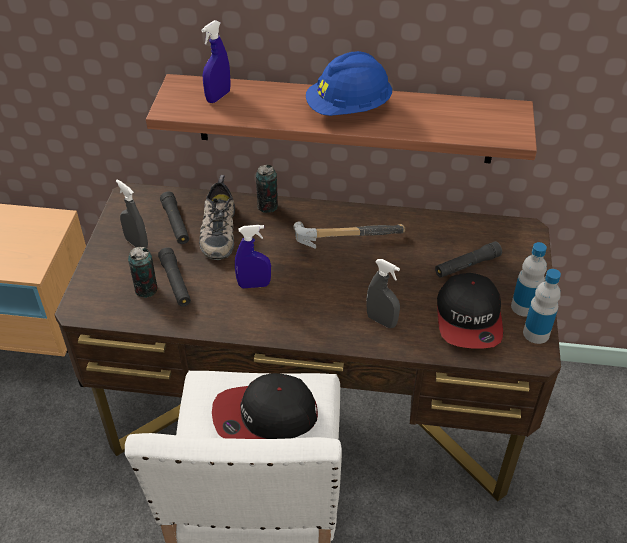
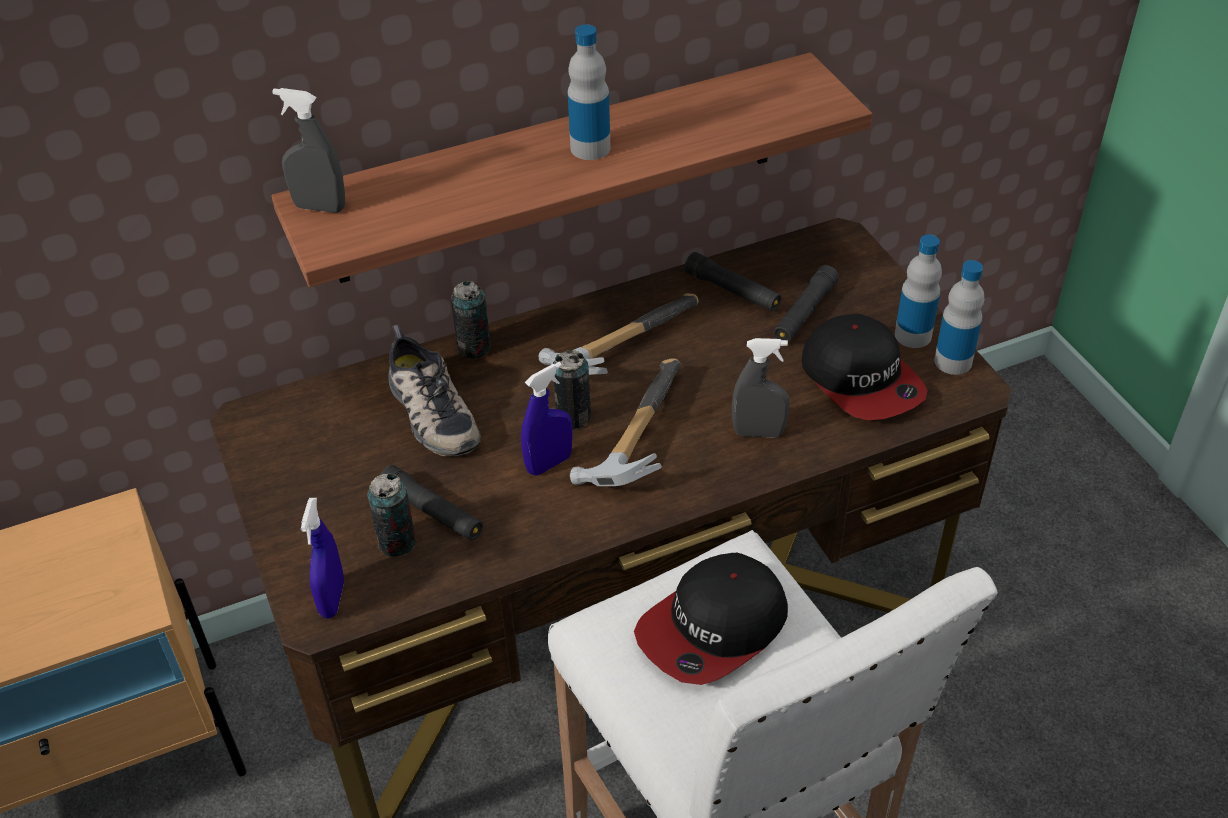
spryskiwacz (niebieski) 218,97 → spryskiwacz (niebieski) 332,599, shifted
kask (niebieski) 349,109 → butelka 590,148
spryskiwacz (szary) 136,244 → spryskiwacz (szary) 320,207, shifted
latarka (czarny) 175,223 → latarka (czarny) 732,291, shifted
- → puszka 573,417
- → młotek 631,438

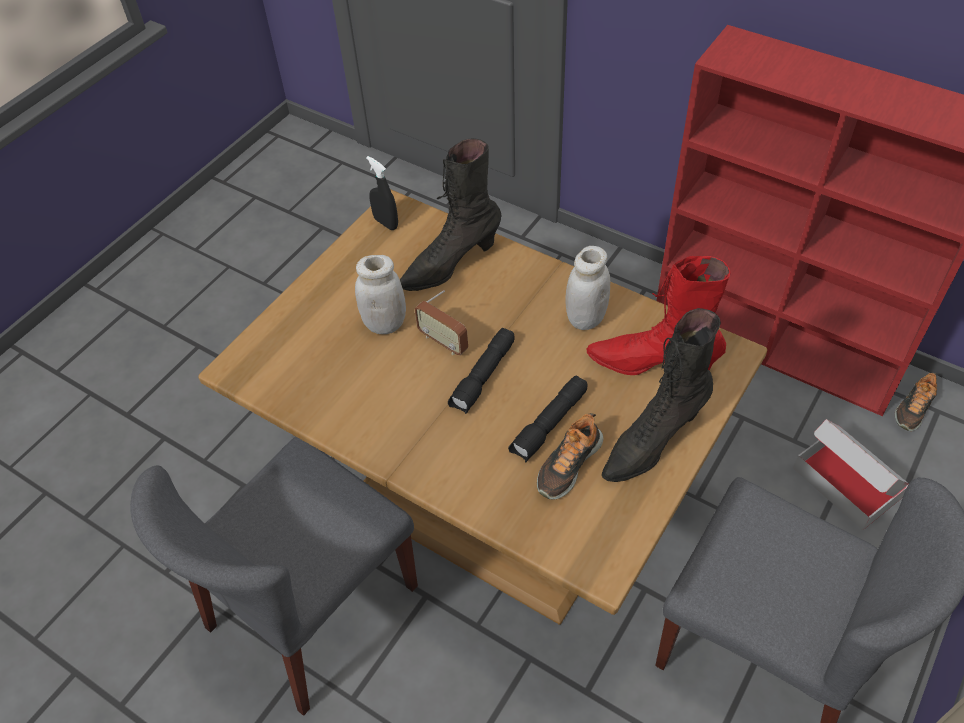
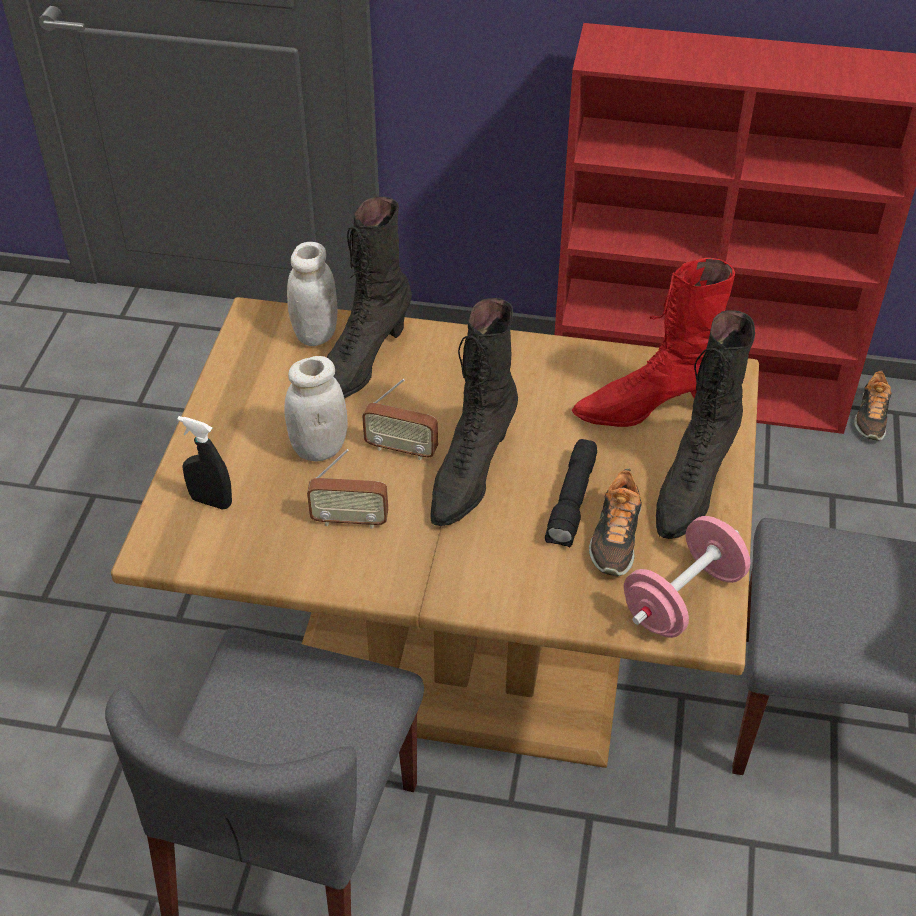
spryskiwacz (czarny) 386,223 → spryskiwacz (czarny) 211,501, shifted
słoik (biały) 585,318 → słoik (biały) 315,333, shifted
latarka (czarny) 484,377 → but z cholewką (czarny) 470,474
karton 847,482 → -
- → radio 350,520
- → hantel (różowy) 682,599

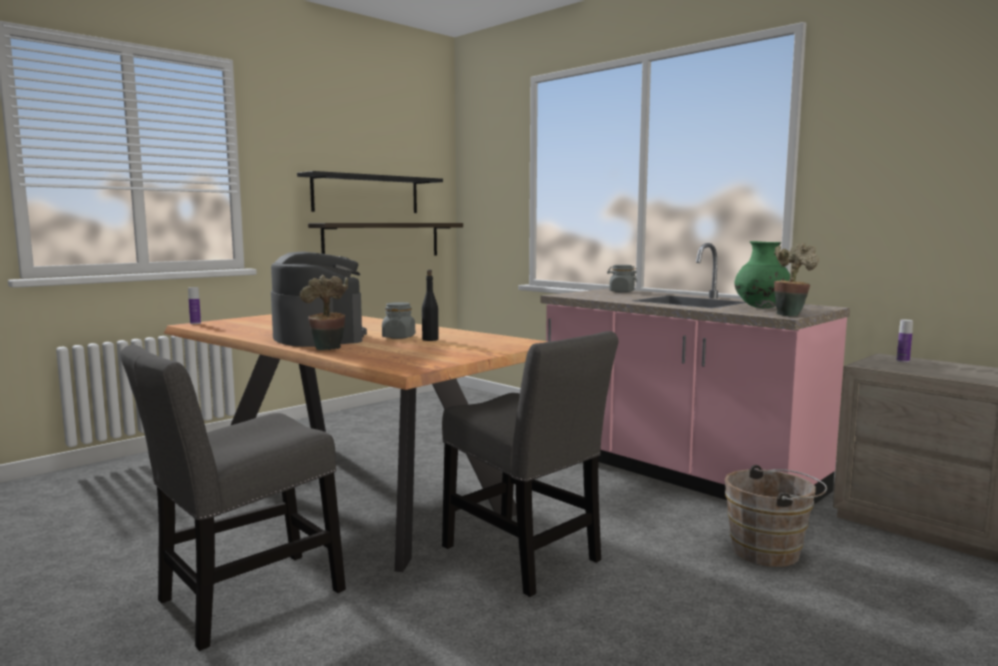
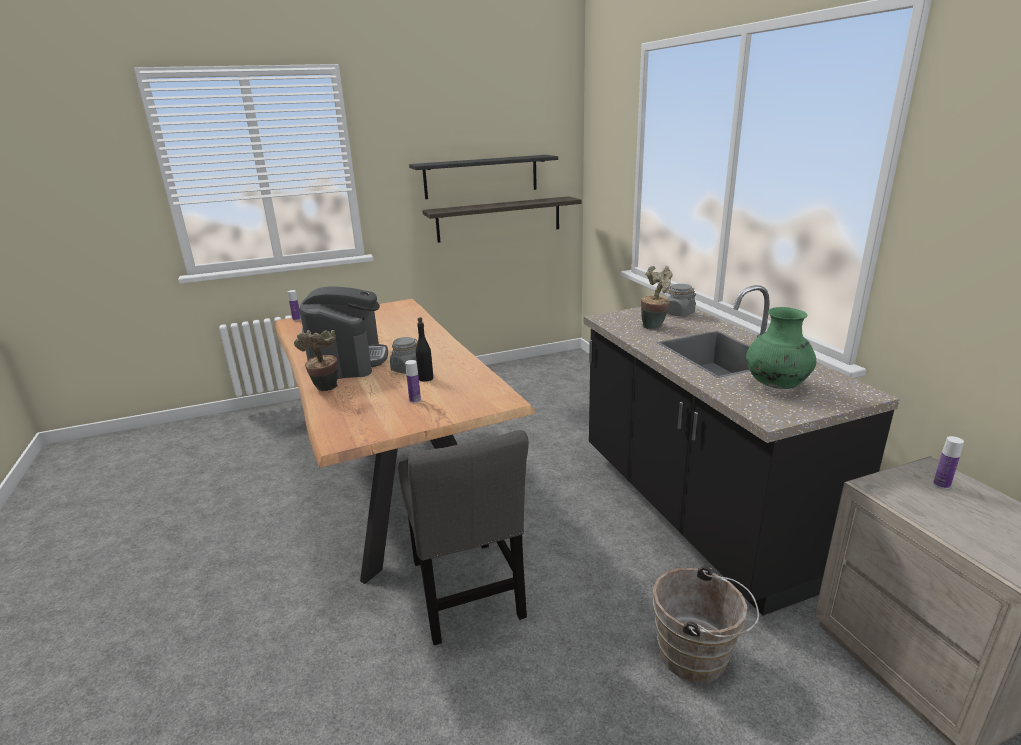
zabudowa kuchenna (różowy) 676,471 → zabudowa kuchenna (czarny) 695,511
roślina doniczkowa 790,314 → roślina doniczkowa 654,326, shifted
krzesło (szary) 243,600 → -
- → butelka 415,400

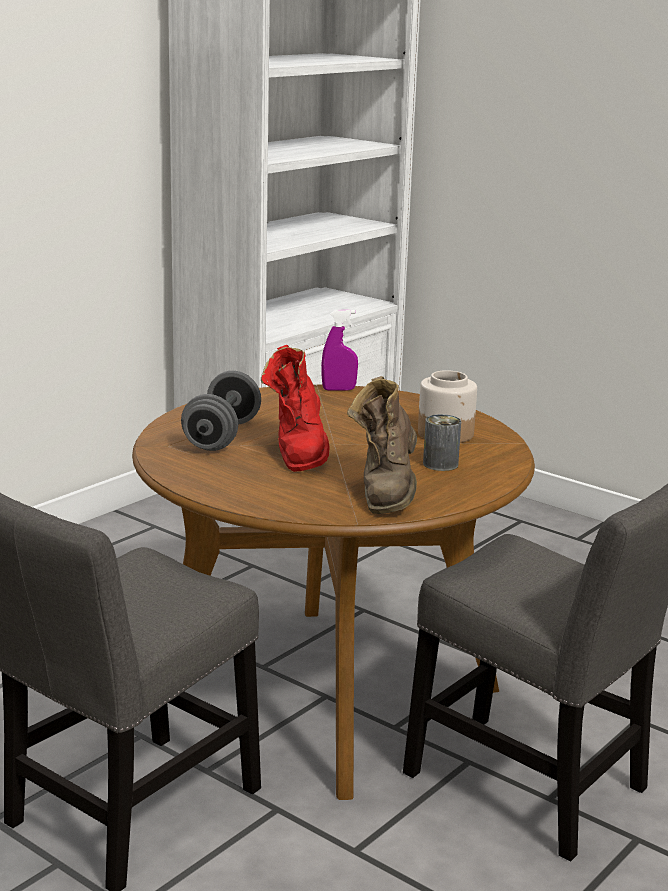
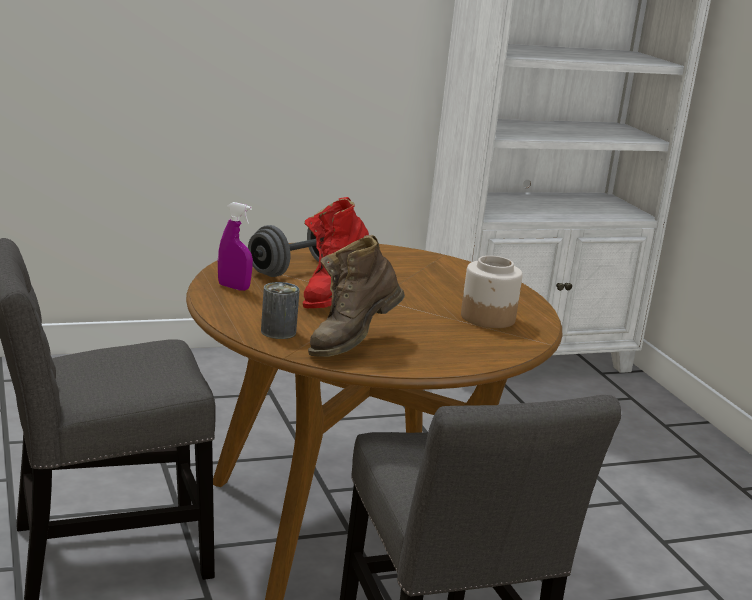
spryskiwacz (fioletowy) 339,389 → spryskiwacz (fioletowy) 233,287, shifted
puszka 440,464 → puszka 278,332, shifted

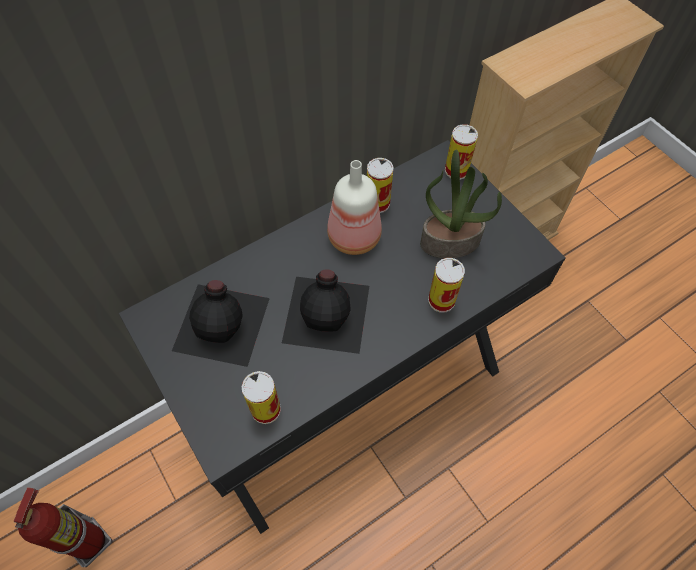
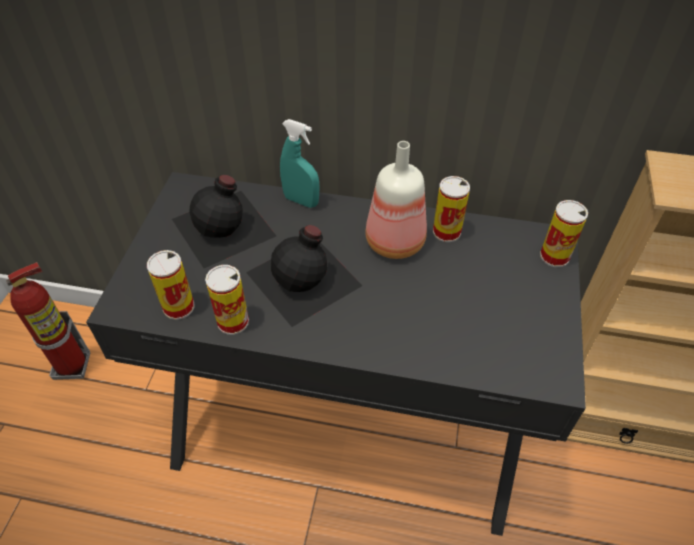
roślina doniczkowa 450,241 → -
puszka 441,300 → puszka 233,321, shifted
- → spryskiwacz (turkusowy) 301,201

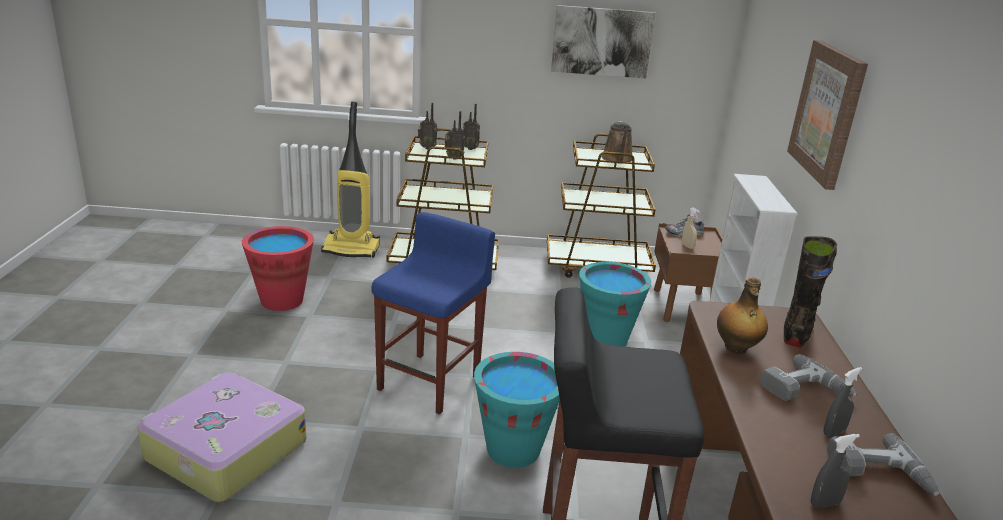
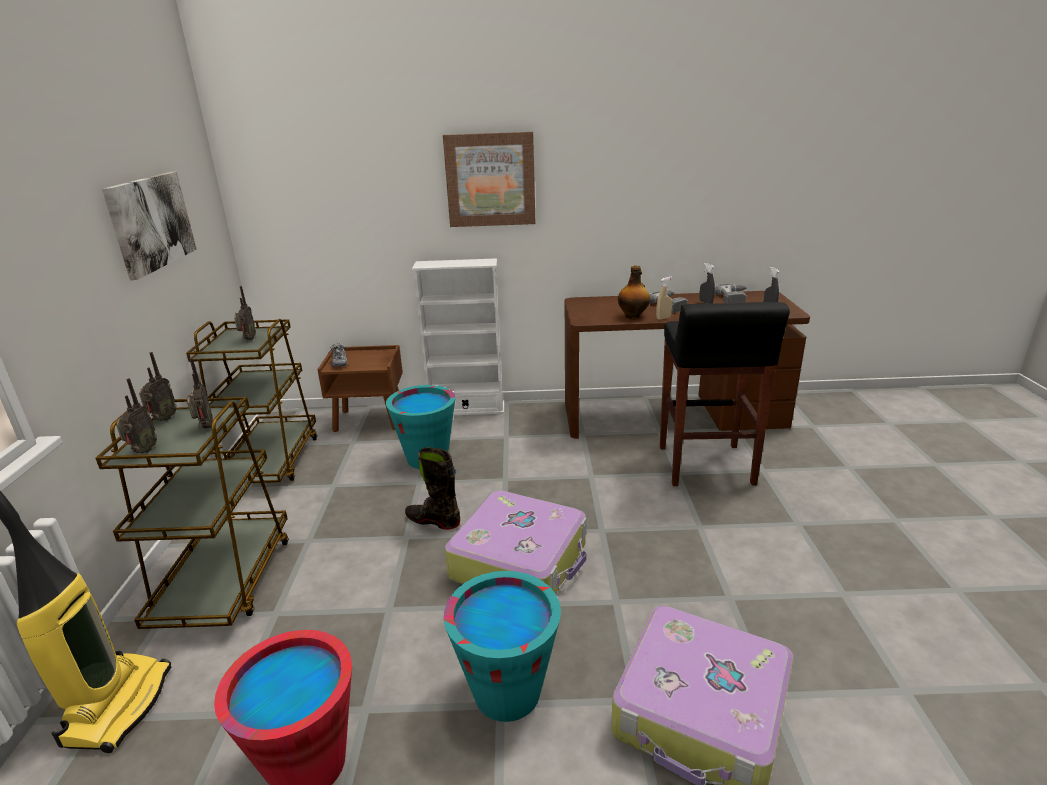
konewka (brązowy) 617,159 → radio 248,339
spryskiwacz (beżowy) 687,246 → spryskiwacz (beżowy) 663,318, shifted
stołek (niebieski) 430,382 → walizka 520,561
but z cholewką (czarny) 796,332 → but z cholewką (czarny) 433,521, shifted
wiadro (turkusowy) 513,449 → wiadro (turkusowy) 507,692, shifted

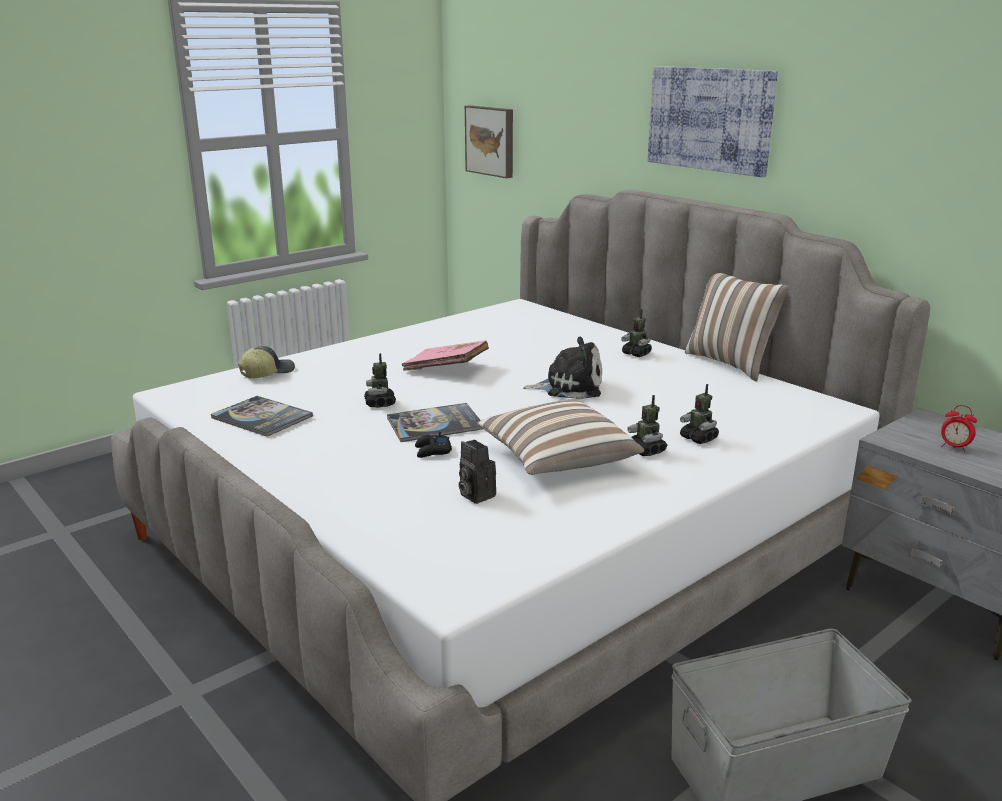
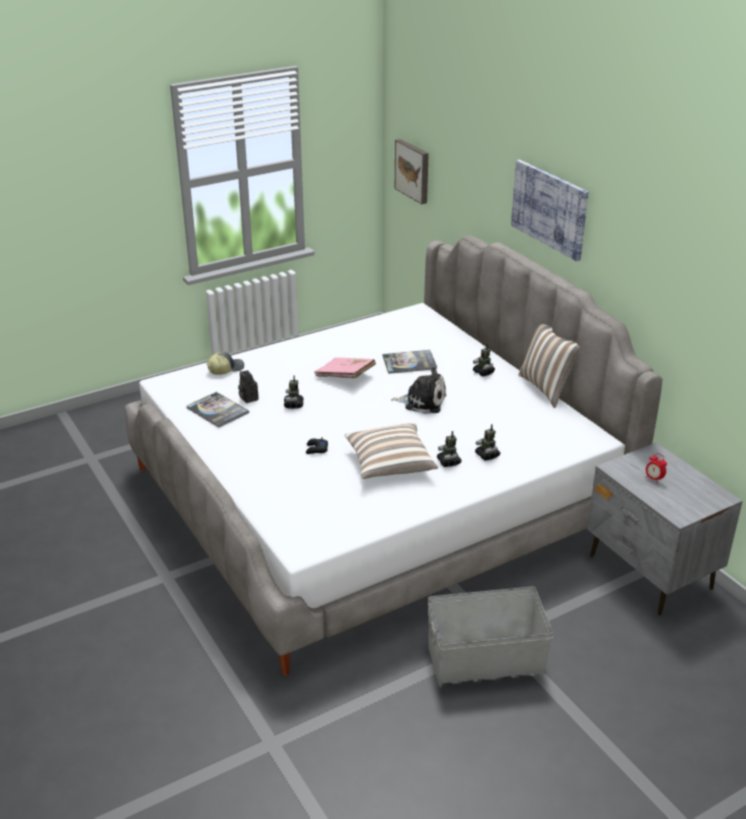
książka 435,424 → książka 409,362, shifted
aparat fotograficzny 475,495 → aparat fotograficzny 248,398, shifted

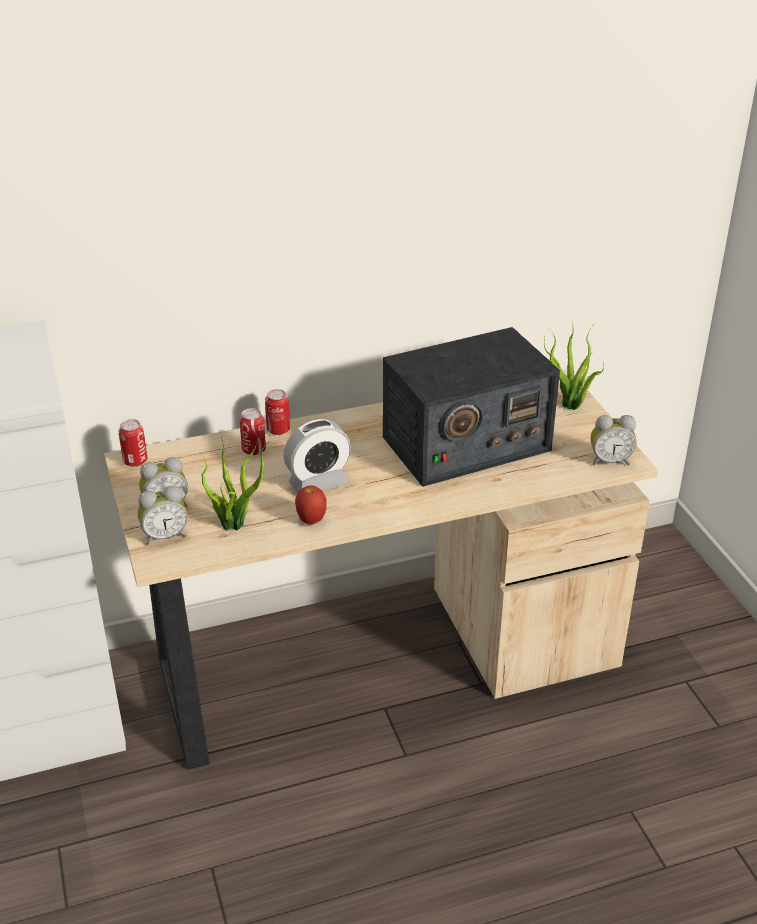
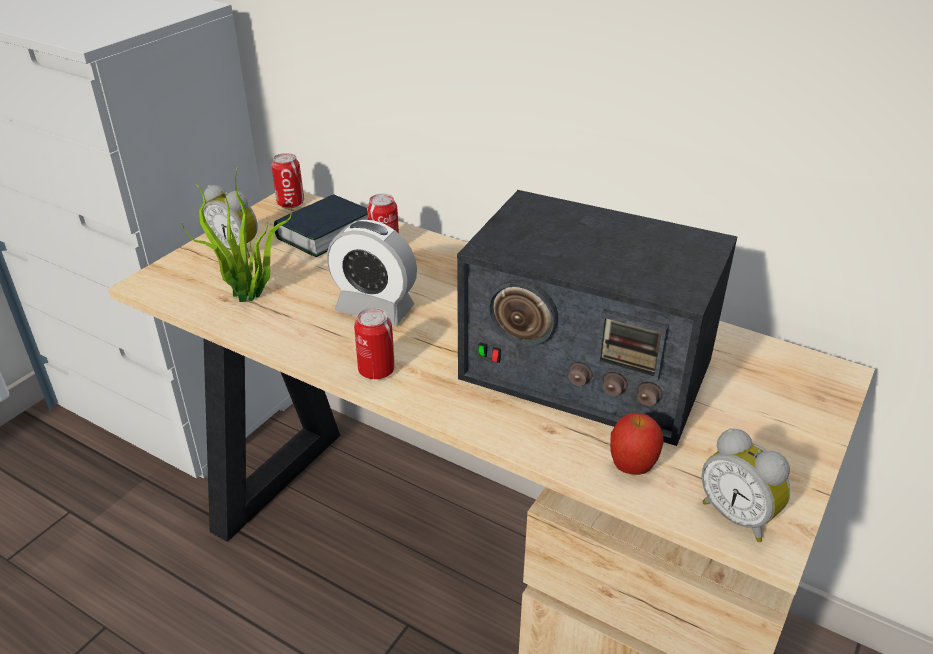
roślina doniczkowa 571,407 → -
puszka 278,430 → puszka 376,370, shifted
budzik 165,536 → -
jabłko 311,521 → jabłko 631,468, shifted
- → książka 325,233

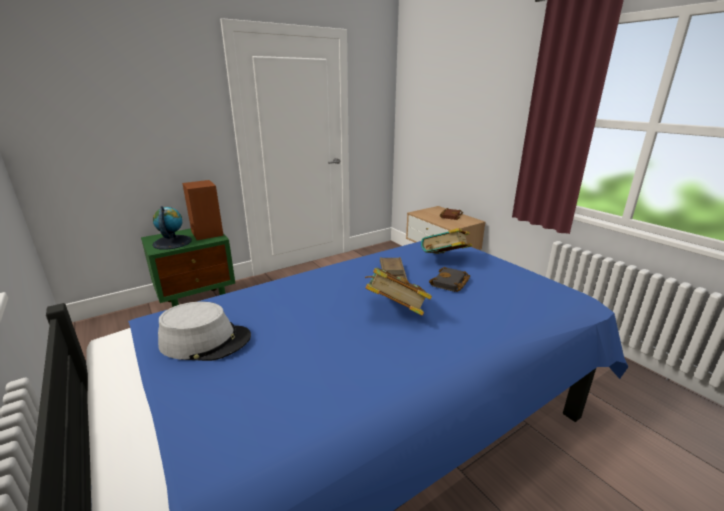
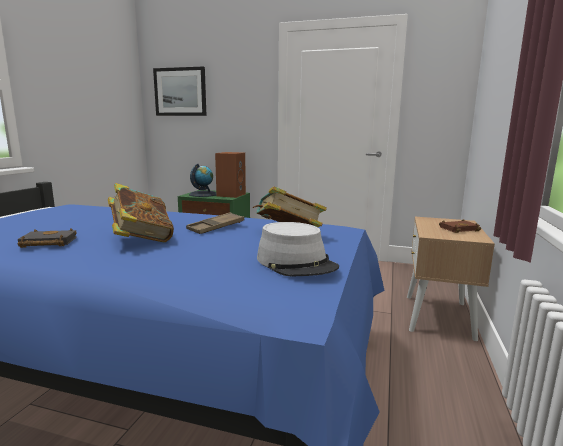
książka (czarny) 450,283 → książka (czarny) 47,243, shifted
kapelusz (szary) 205,341 → kapelusz (szary) 296,263, shifted
- → obraz 180,92

